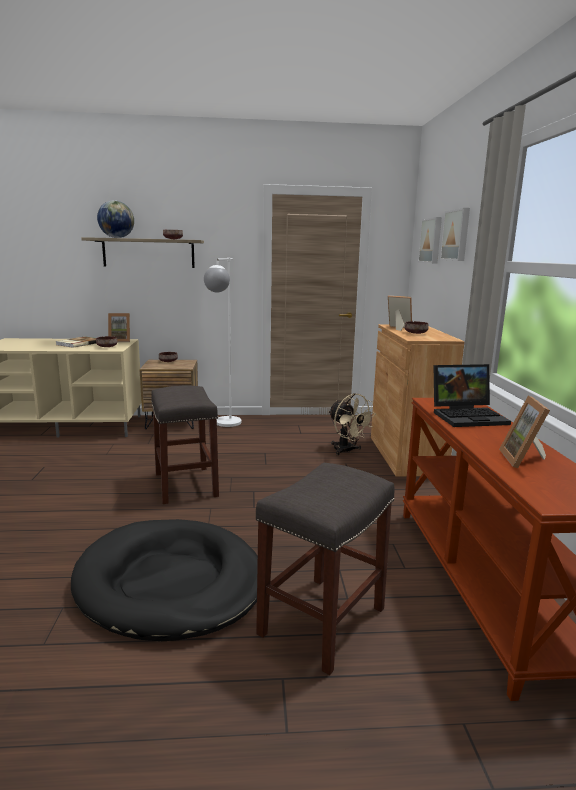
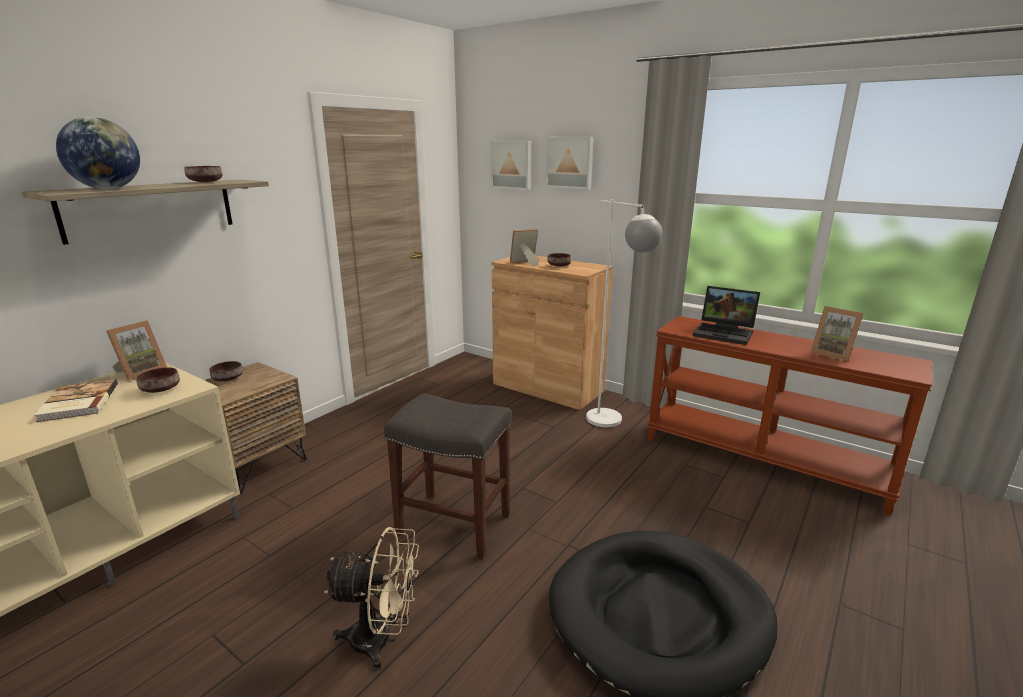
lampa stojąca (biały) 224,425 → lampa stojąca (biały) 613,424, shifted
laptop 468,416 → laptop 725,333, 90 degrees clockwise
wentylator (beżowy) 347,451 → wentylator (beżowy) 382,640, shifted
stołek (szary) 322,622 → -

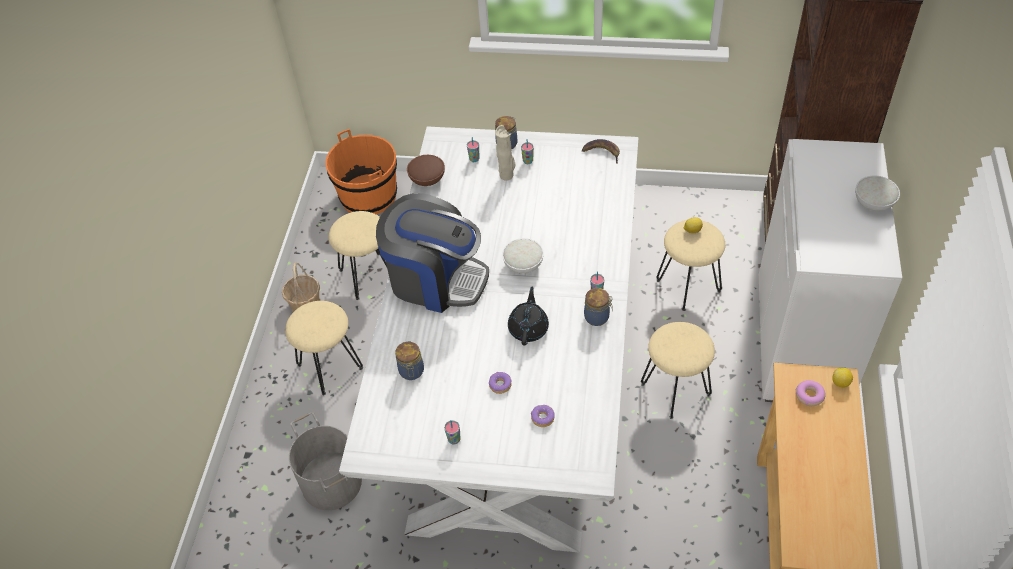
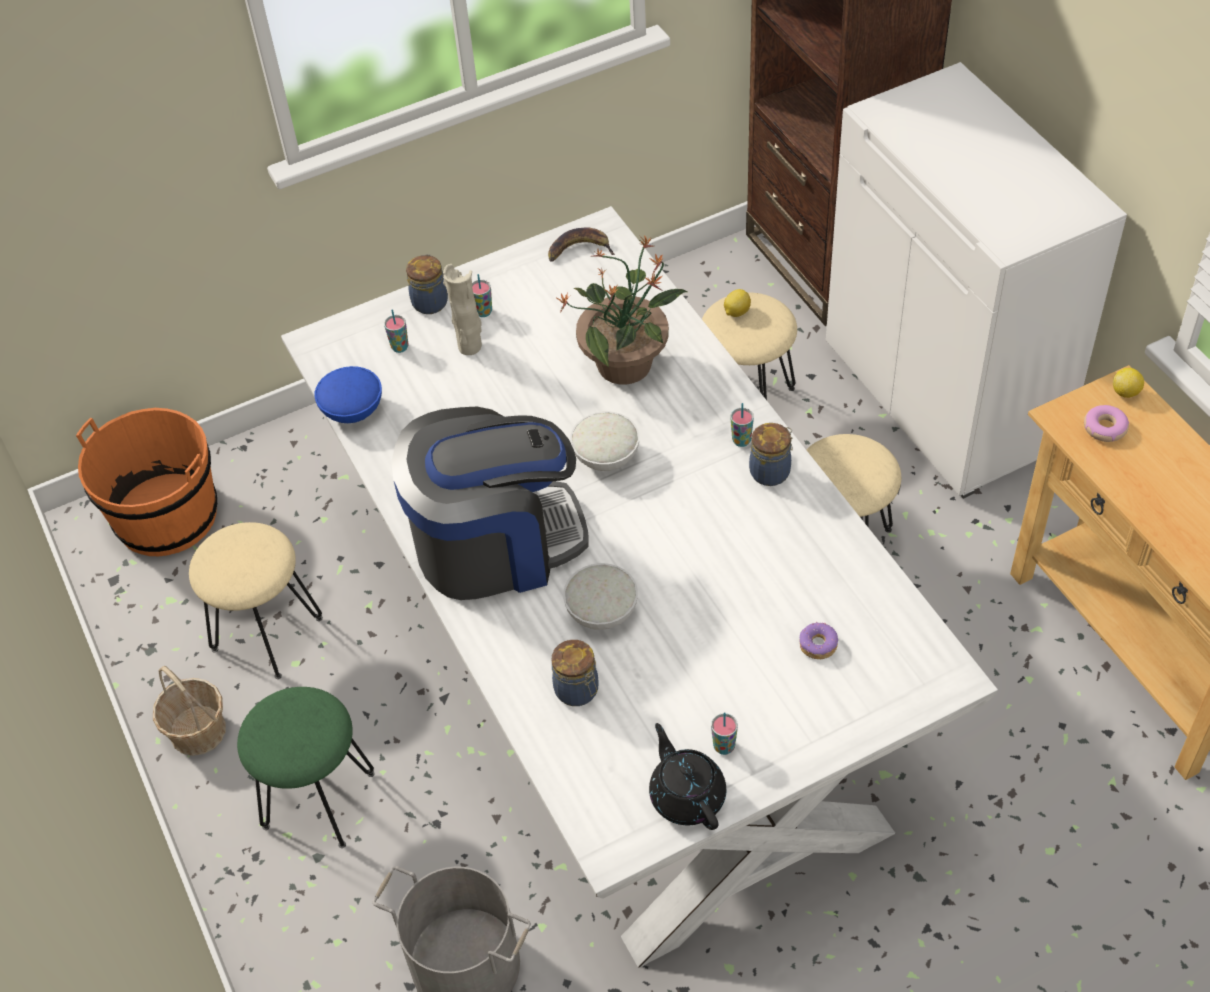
miska (brązowy) 427,180 → miska (niebieski) 353,411
miska (biały) 873,204 → miska (biały) 602,612, shifted
imbryk (czarny) 528,328 → imbryk (czarny) 687,795, shifted
stołek (beżowy) 330,366 → stołek (zielony) 318,799
donut 500,385 → -
- → roślina doniczkowa 626,364

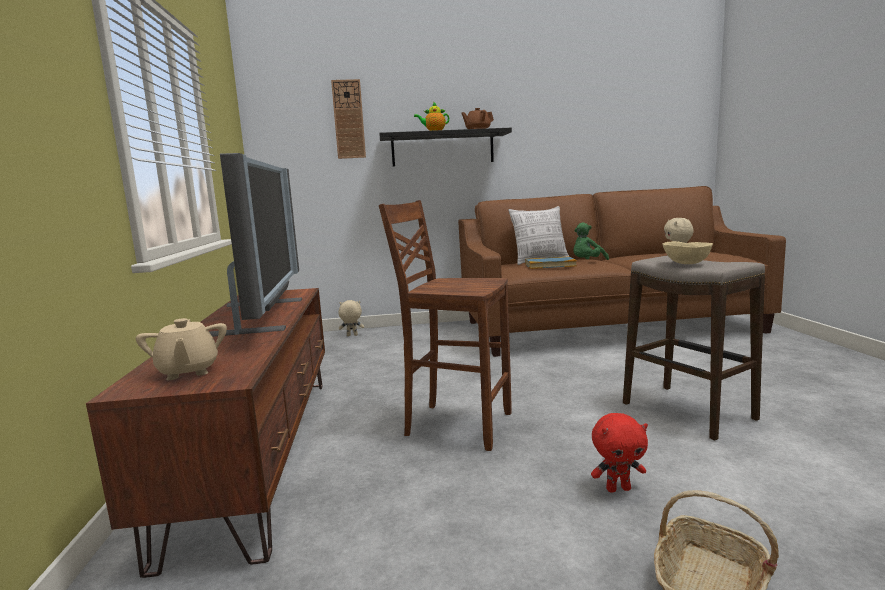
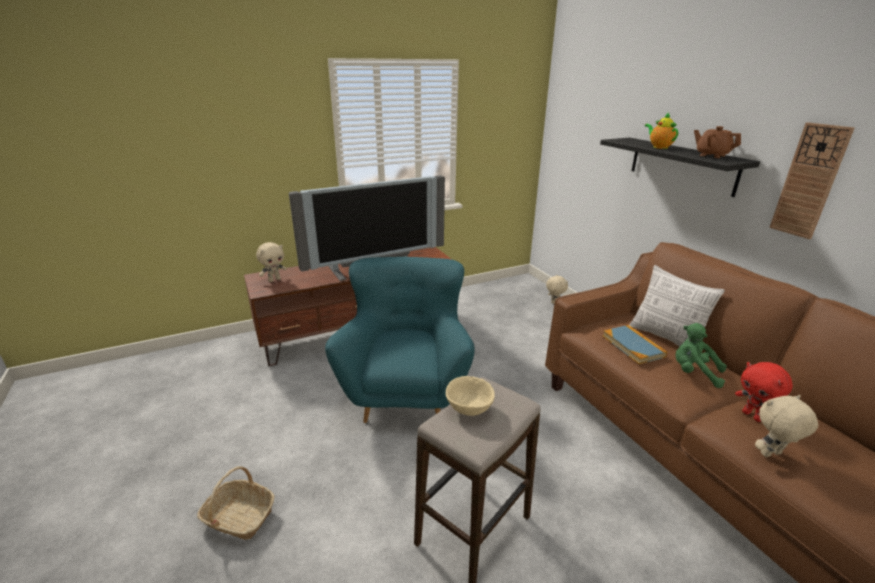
zegar ścienny 349,119 → zegar ścienny 809,181, shifted
stołek (brązowy) 456,424 → fotel (turkusowy) 406,392
imbryk (beżowy) 188,371 → pluszak (beżowy) 274,280
pluszak (czerwony) 618,488 → pluszak (czerwony) 752,416, shifted

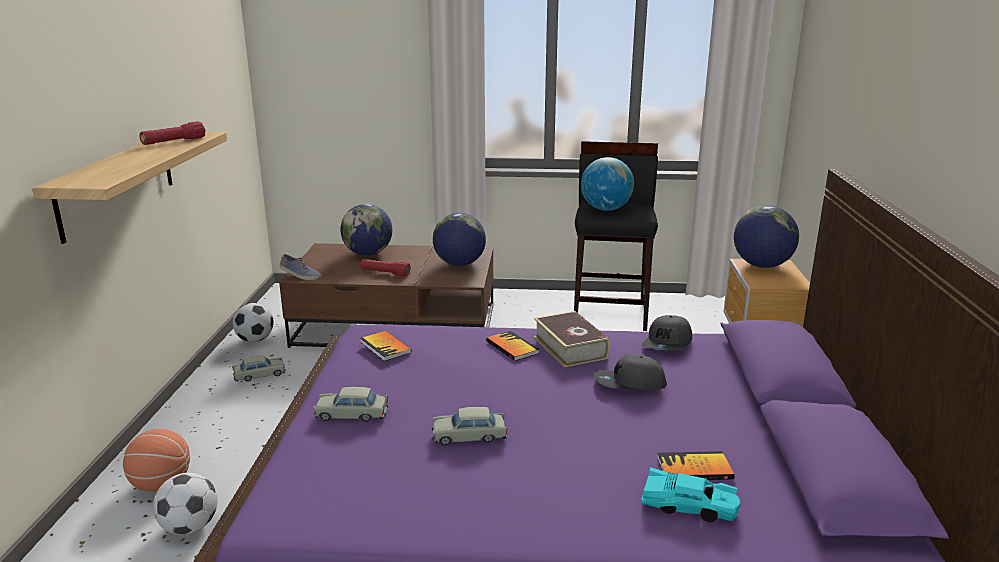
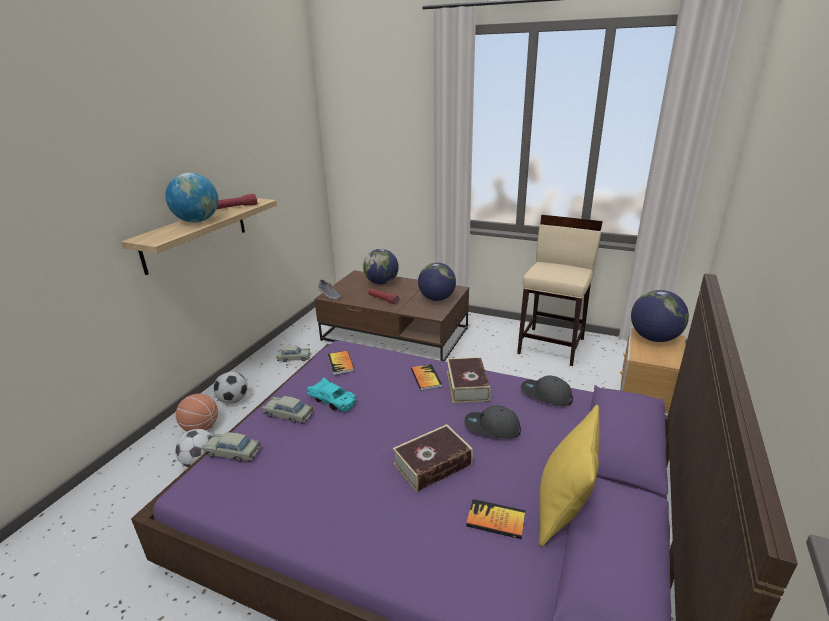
stołek (czarny) 610,312 → stołek (beżowy) 552,345
globus 605,209 → globus 197,221, shifted
piłka futbolowa 255,340 → piłka futbolowa 233,400, shifted
czapka z daszkiem (szary) 668,343 → czapka z daszkiem (szary) 545,395, 75 degrees clockwise
samochodzik (beżowy) 469,436 → samochodzik (beżowy) 232,452, shifted
samochodzik (turkusowy) 688,506 → samochodzik (turkusowy) 332,400, shifted
- → poduszka (żółty) 562,509
- → książka 432,464

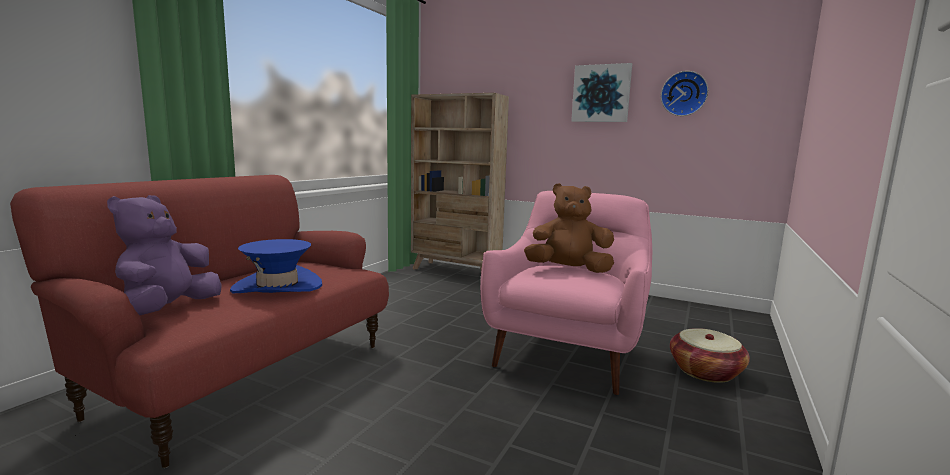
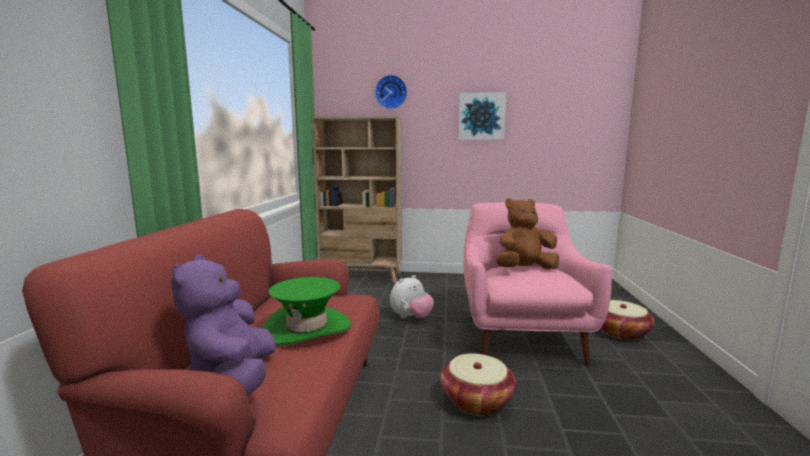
zegar ścienny 684,94 → zegar ścienny 391,92, shifted
kapelusz (niebieski) 277,286 → kapelusz (zielony) 307,328
- → pluszak 411,317
- → koszyk 476,400

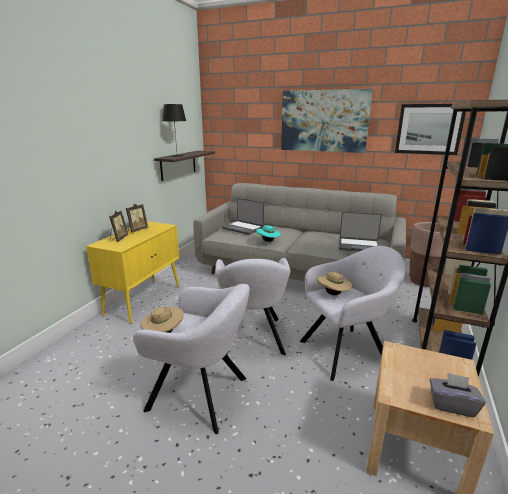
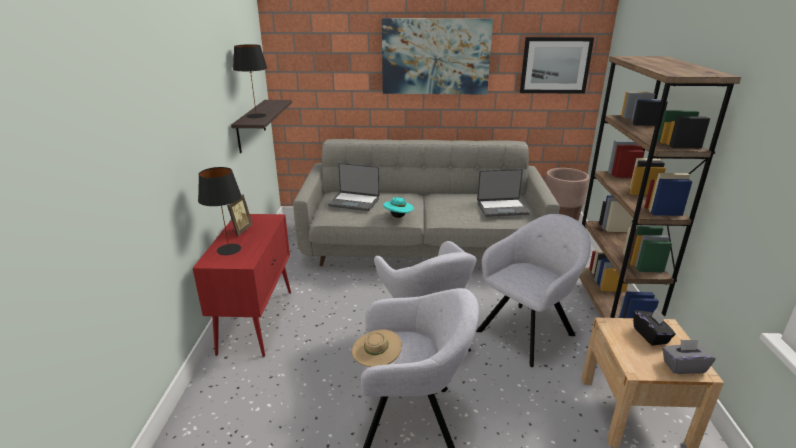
ramka na zdjęcie 118,239 → lampa stołowa (czarny) 228,249
szafka (żółty) 144,300 → szafka (czerwony) 256,320
kapelusz (beżowy) 333,294 → -
- → pudełko chusteczek (czarny) 650,335

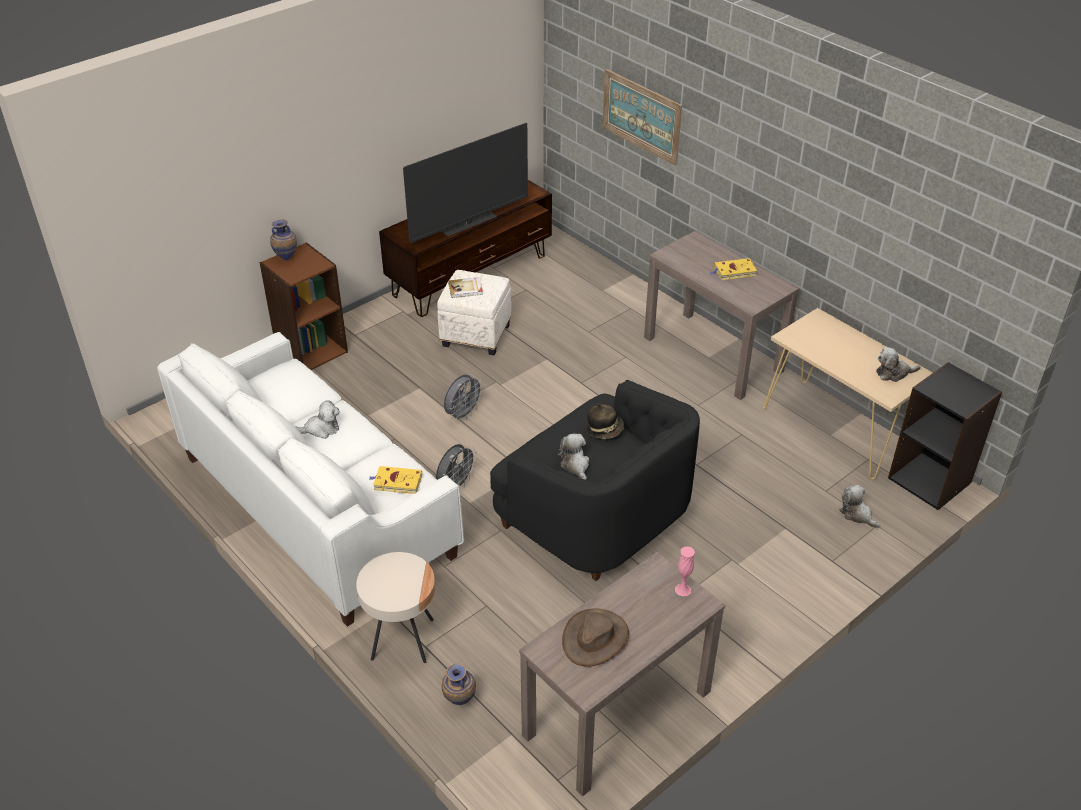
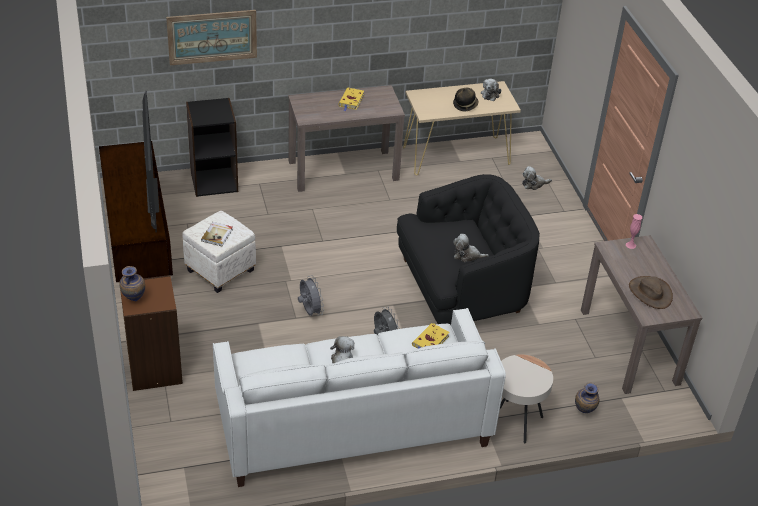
regał (czarny) 930,480 → regał (czarny) 214,181, shifted
kapelusz 605,430 → kapelusz 465,105, shifted

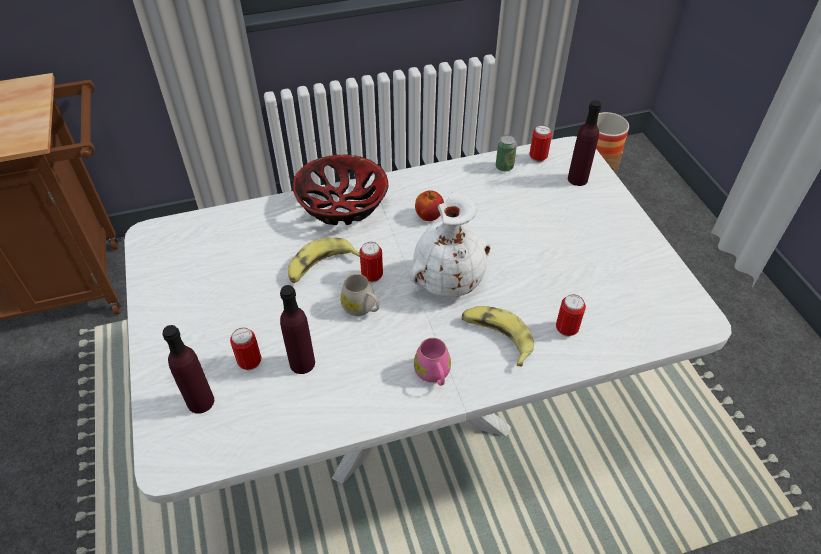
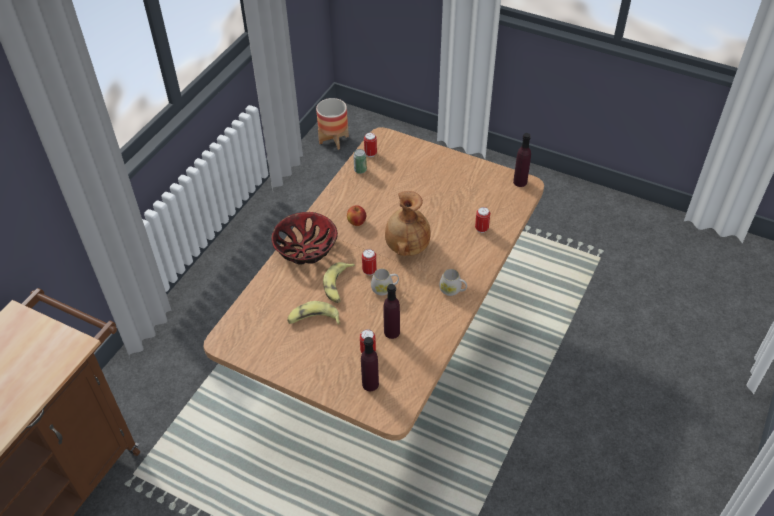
butelka (fioletowy) 577,179 → butelka (fioletowy) 520,182, shifted
stół jadalny (biały) 410,410 → stół jadalny (brązowy) 387,355
wazon (biały) 447,281 → wazon (brązowy) 406,246
banan 496,337 → banan 313,319, shifted
kubek (różowy) 433,374 → kubek (biały) 453,290

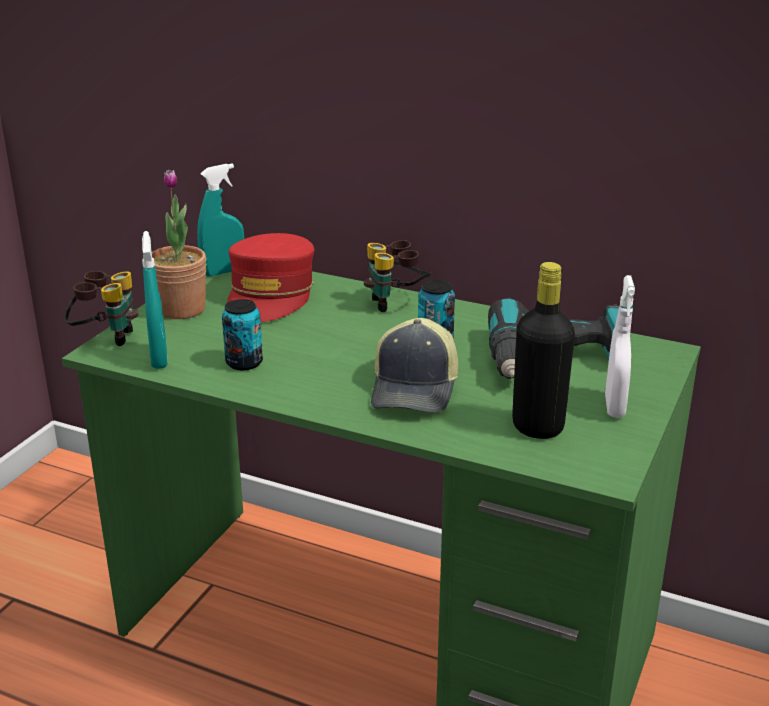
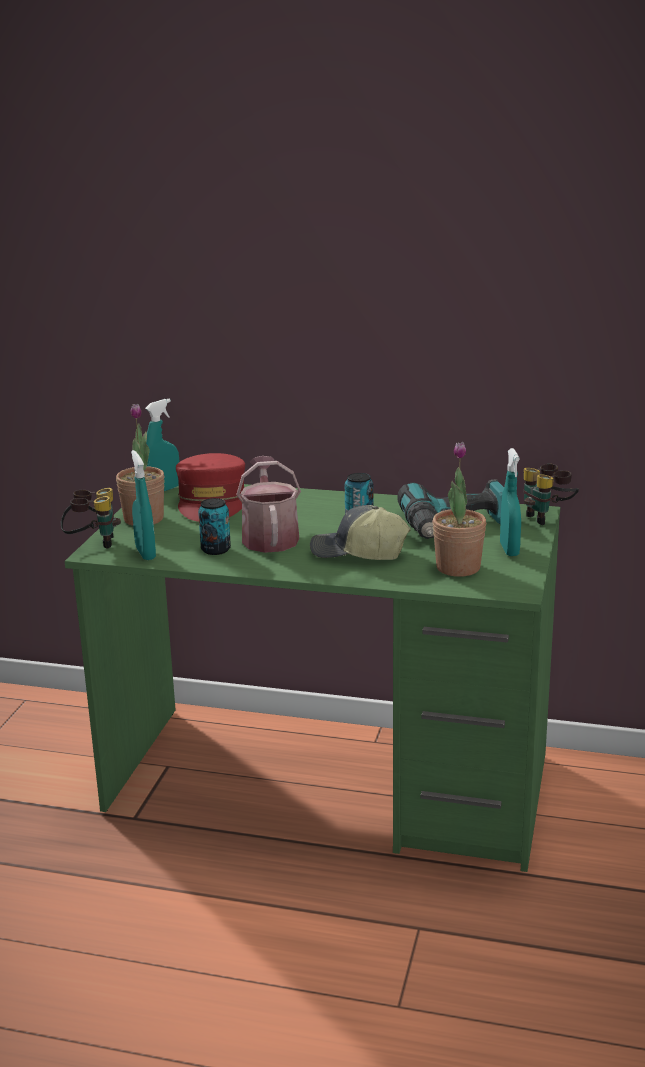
lornetka 396,303 → lornetka 547,517, shifted
butelka (czarny) 537,427 → roślina doniczkowa 458,568
spryskiwacz (biały) 614,407 → spryskiwacz (turkusowy) 509,550
czapka z daszkiem 416,389 → czapka z daszkiem 358,553, 105 degrees clockwise
- → konewka 269,537

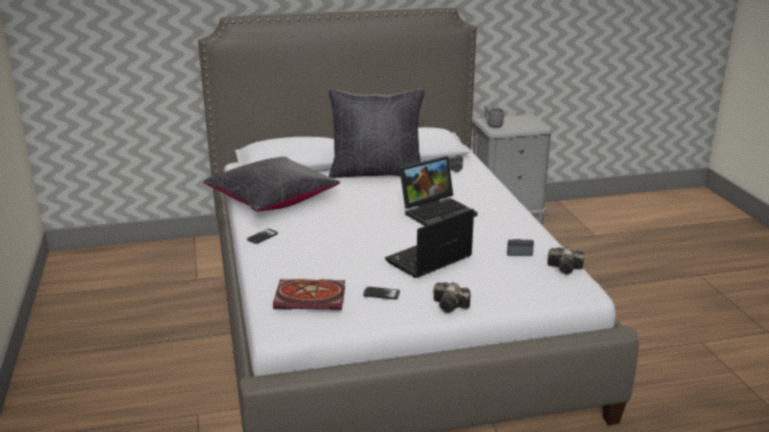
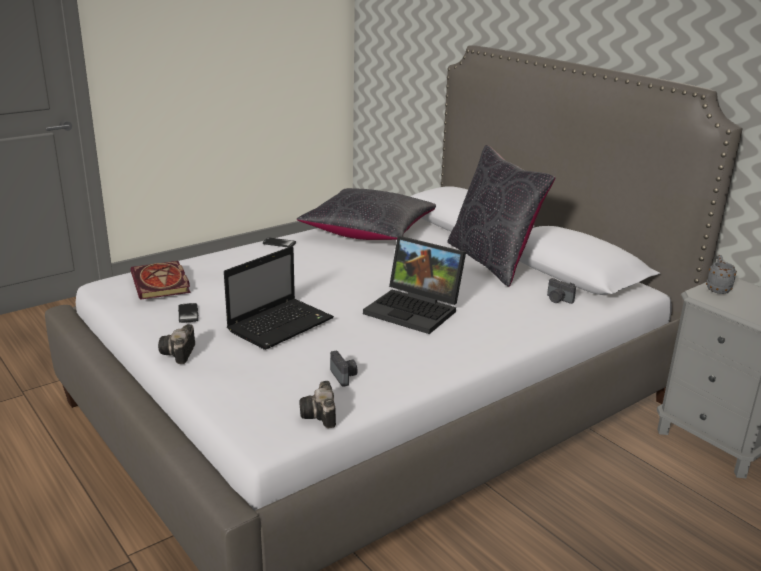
laptop 428,260 → laptop 281,324, 105 degrees clockwise

